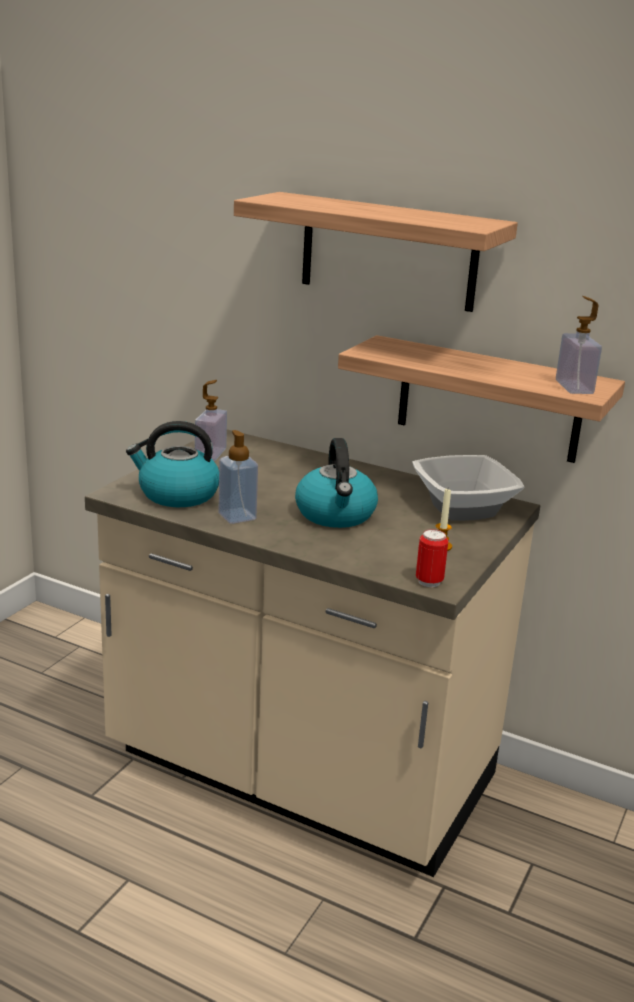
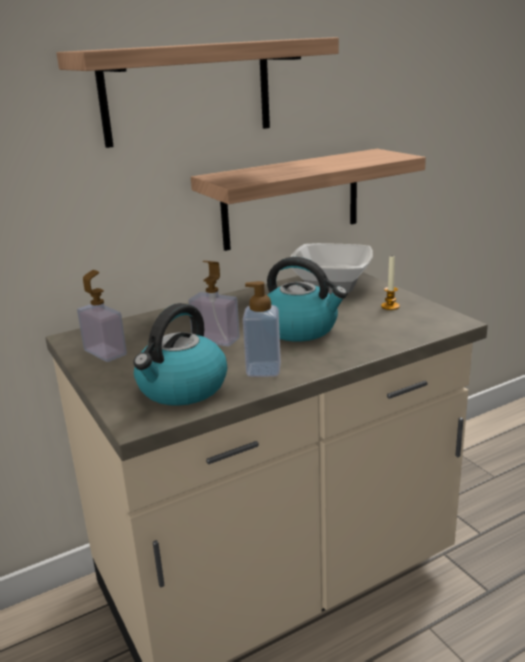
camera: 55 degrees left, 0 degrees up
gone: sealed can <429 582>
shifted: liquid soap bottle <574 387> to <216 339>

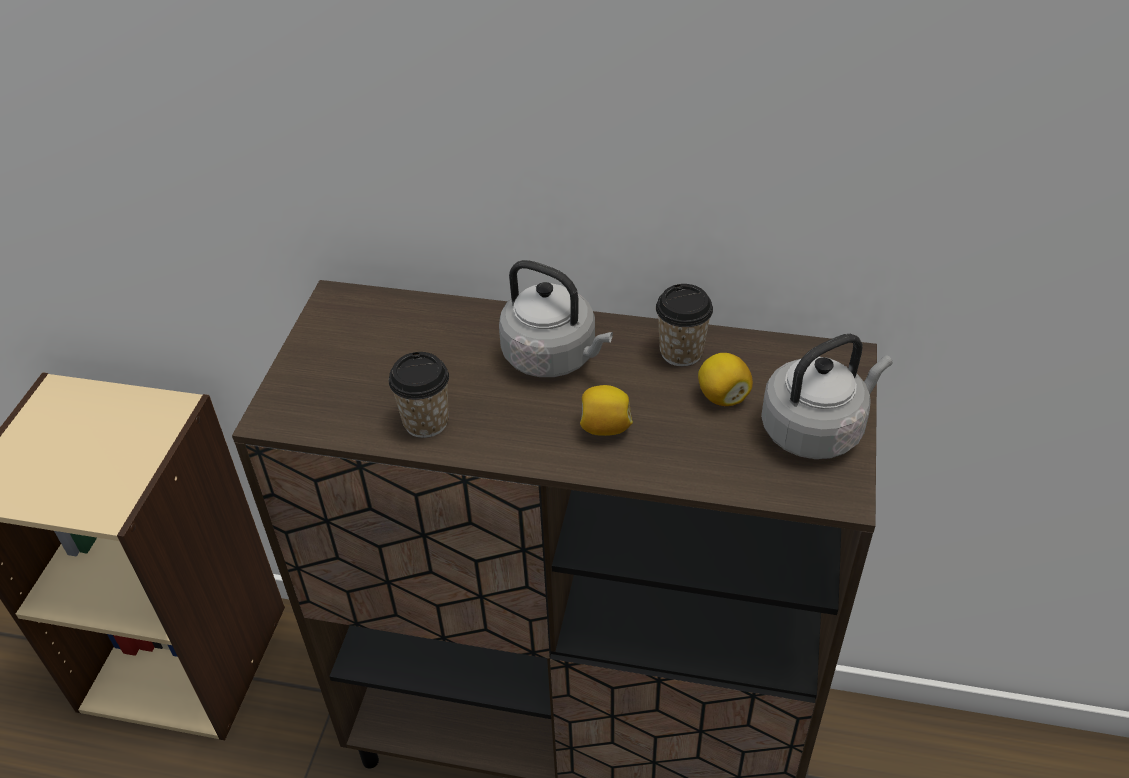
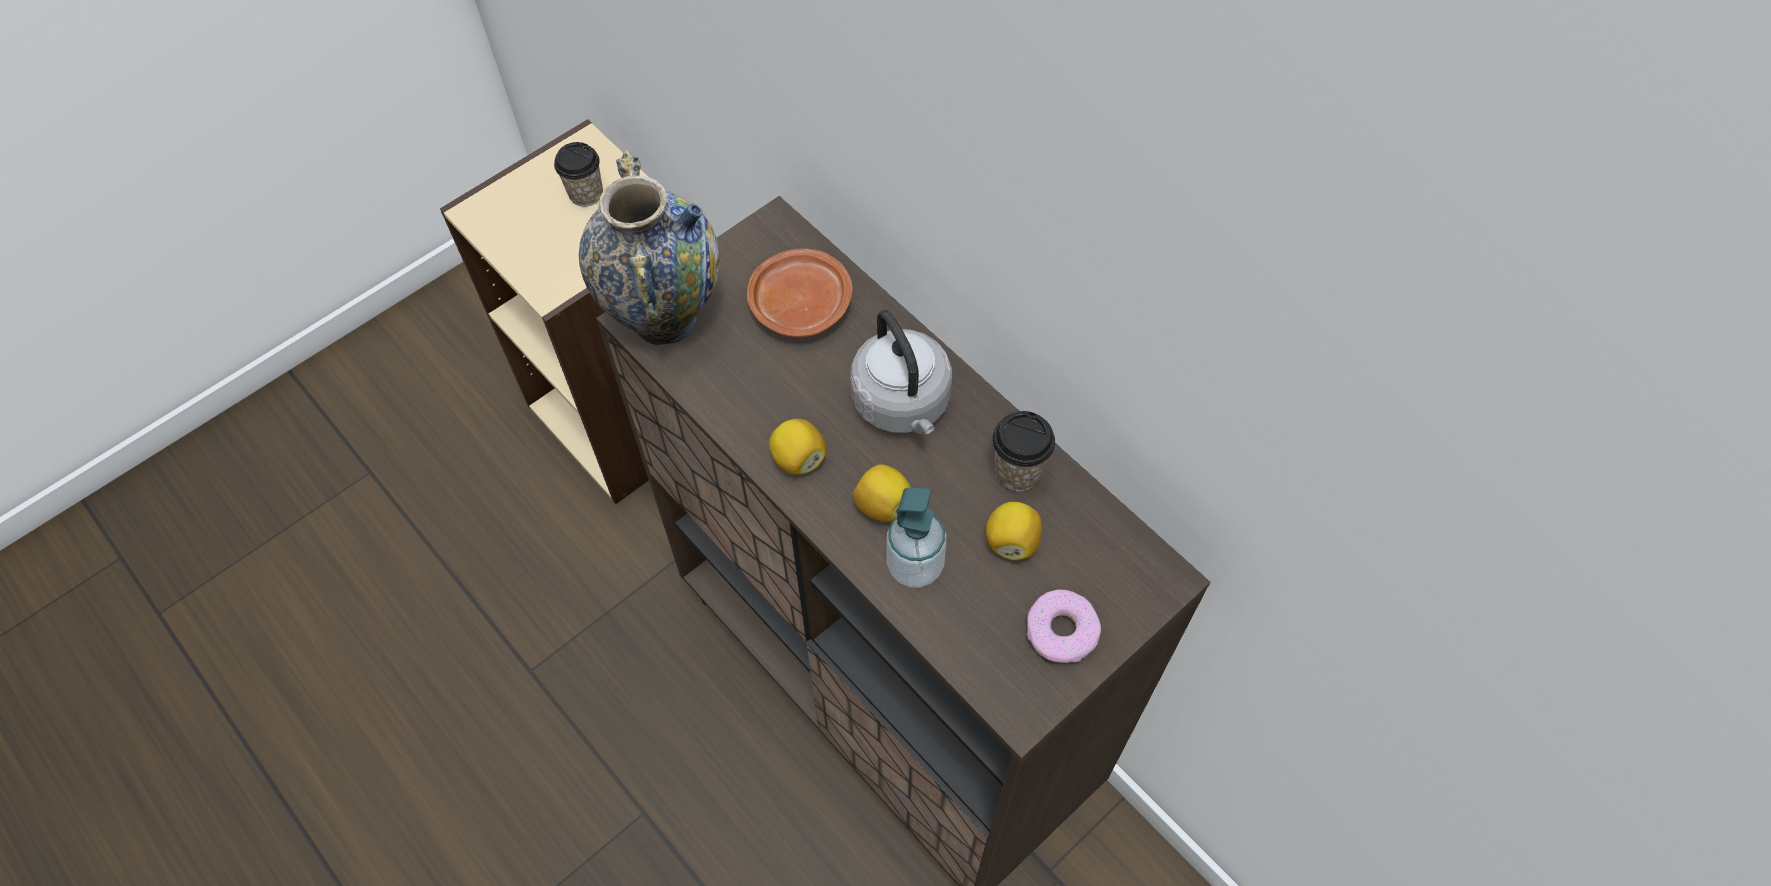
camera: 35 degrees right, 15 degrees up
new: vase <664 318>; flat dish (brown) <800 303>; citrus fruit <798 459>; liquid soap bottle <915 566>
shifted: small cup <426 422> to <586 194>
swapped: water kettle (greyish) <816 429> to donut <1062 631>

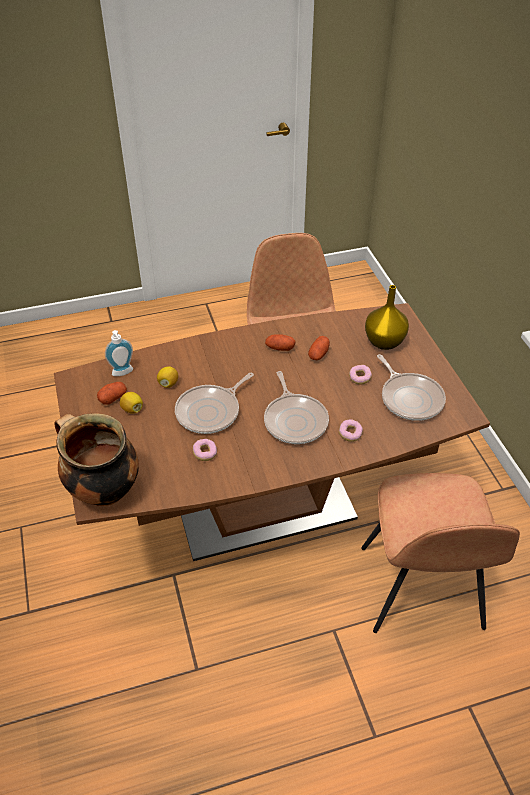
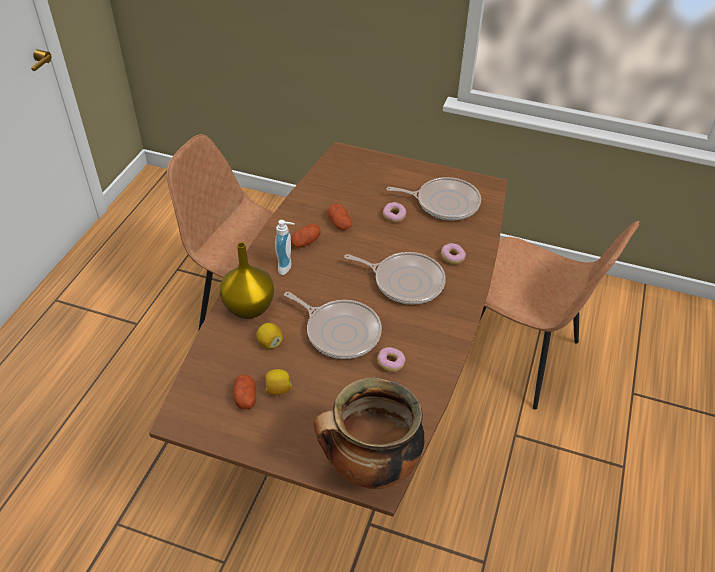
camera: 55 degrees left, 0 degrees up
shifted: vase (yellowish) <385 341> to <249 307>; liquid soap bottle <123 373> to <287 267>
rotated: pan <210 411> = <340 331> 45 degrees counterclockwise

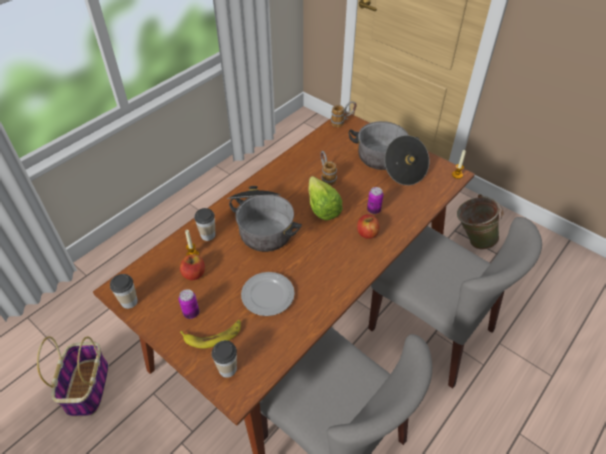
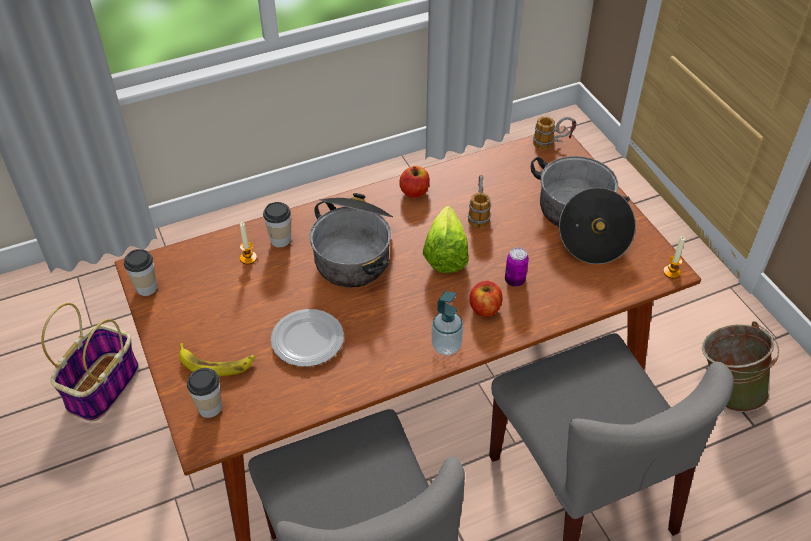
camera: 25 degrees right, 0 degrees up
gone: sealed can <191 313>
new: liquid soap bottle <446 346>
shifted: apple fruit <194 274> to <414 192>

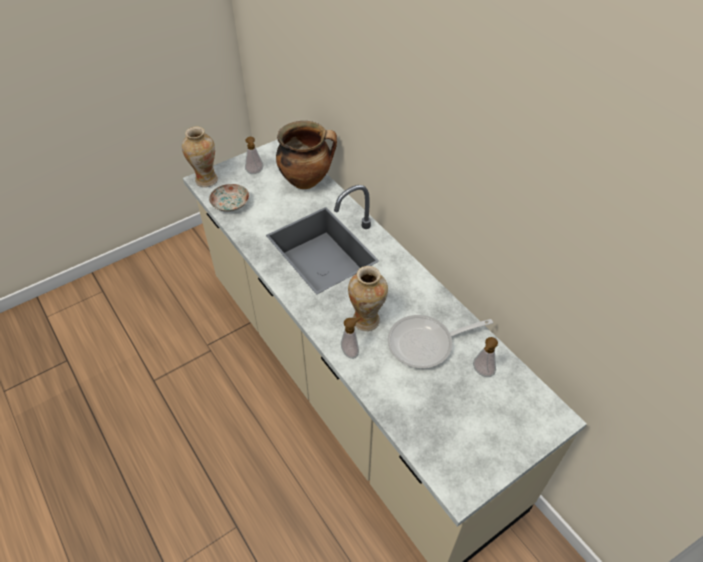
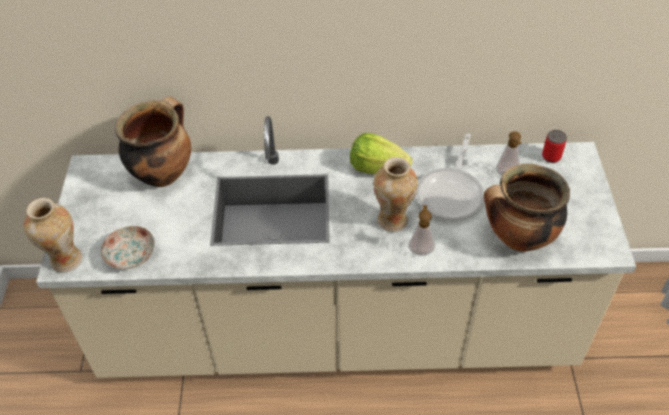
camera: 55 degrees left, 0 degrees up
gone: liquid soap bottle <255 173>
new: sealed can <551 156>; lettuce <377 167>; cooking pot <518 239>

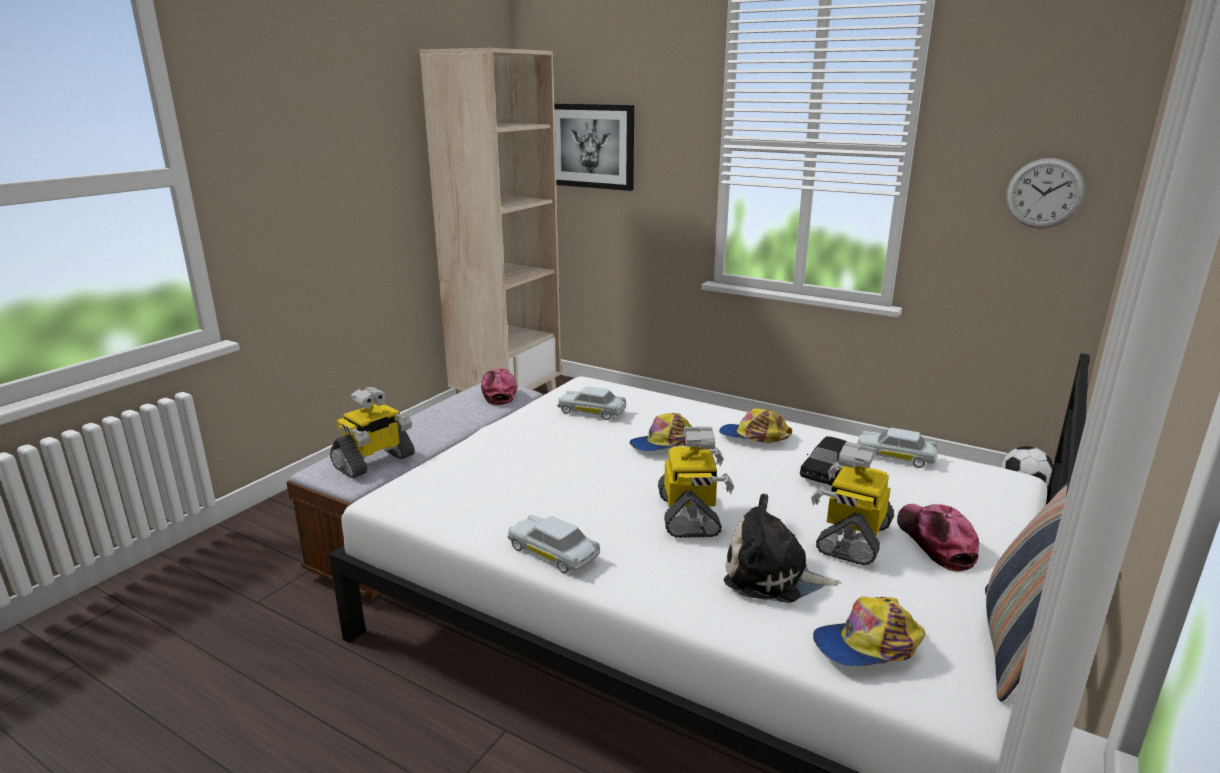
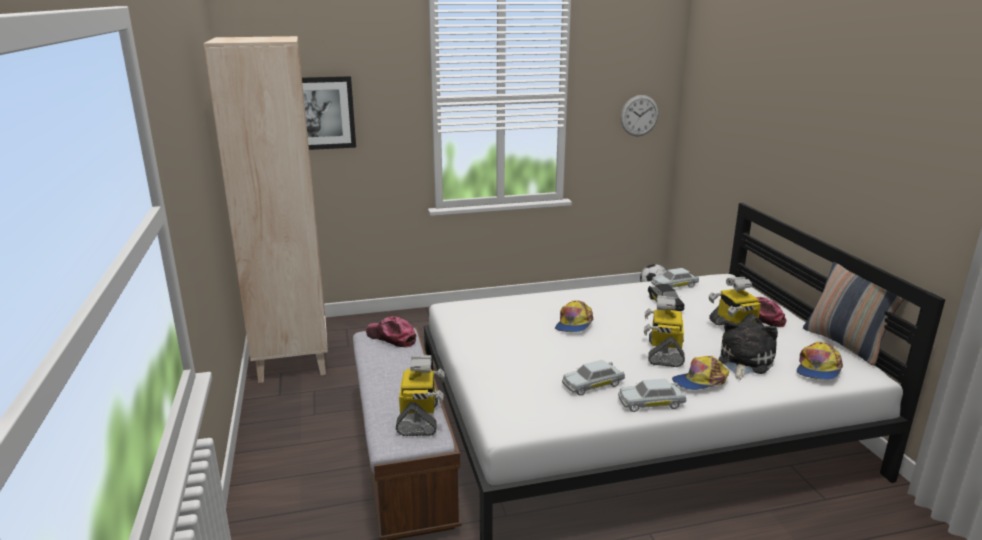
camera: 45 degrees left, 0 degrees up
shifted: model car (white) <592 412> to <593 385>; peaked cap <753 437> to <700 381>
rotated: model robot <690 515> = <664 353> 120 degrees counterclockwise; plush toy <772 576> = <744 362> 150 degrees clockwise

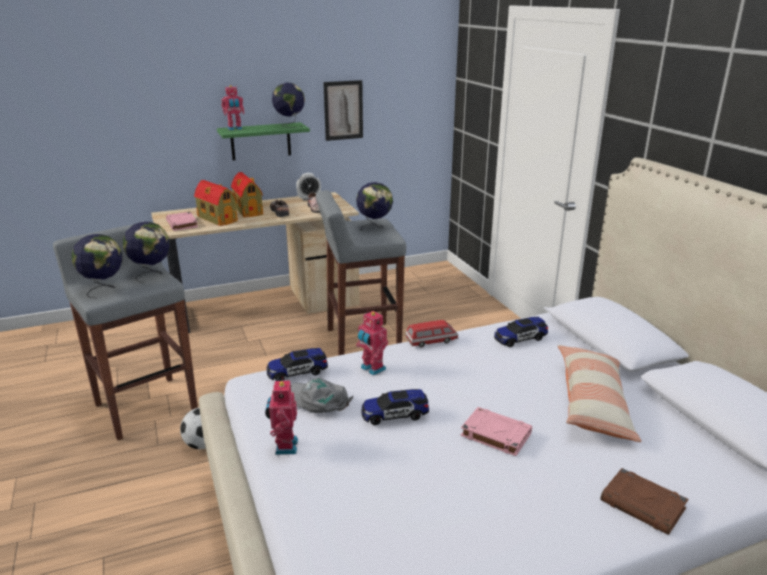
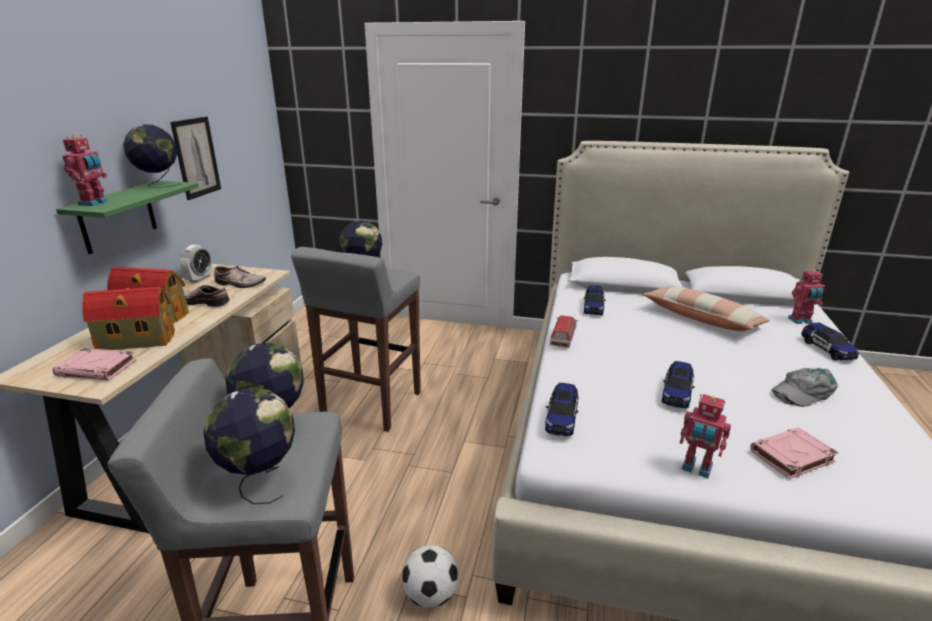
camera: 55 degrees left, 0 degrees up
shifted: model robot <372 369> to <800 321>; peaked cap (greyish) <318 400> to <802 391>; volume (pink) <495 434> to <791 457>
swapped: volume (brown) <643 505> to model car <827 349>

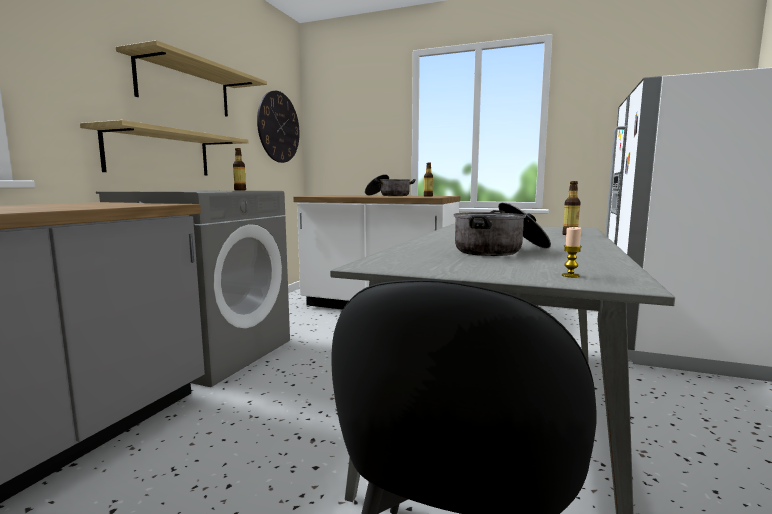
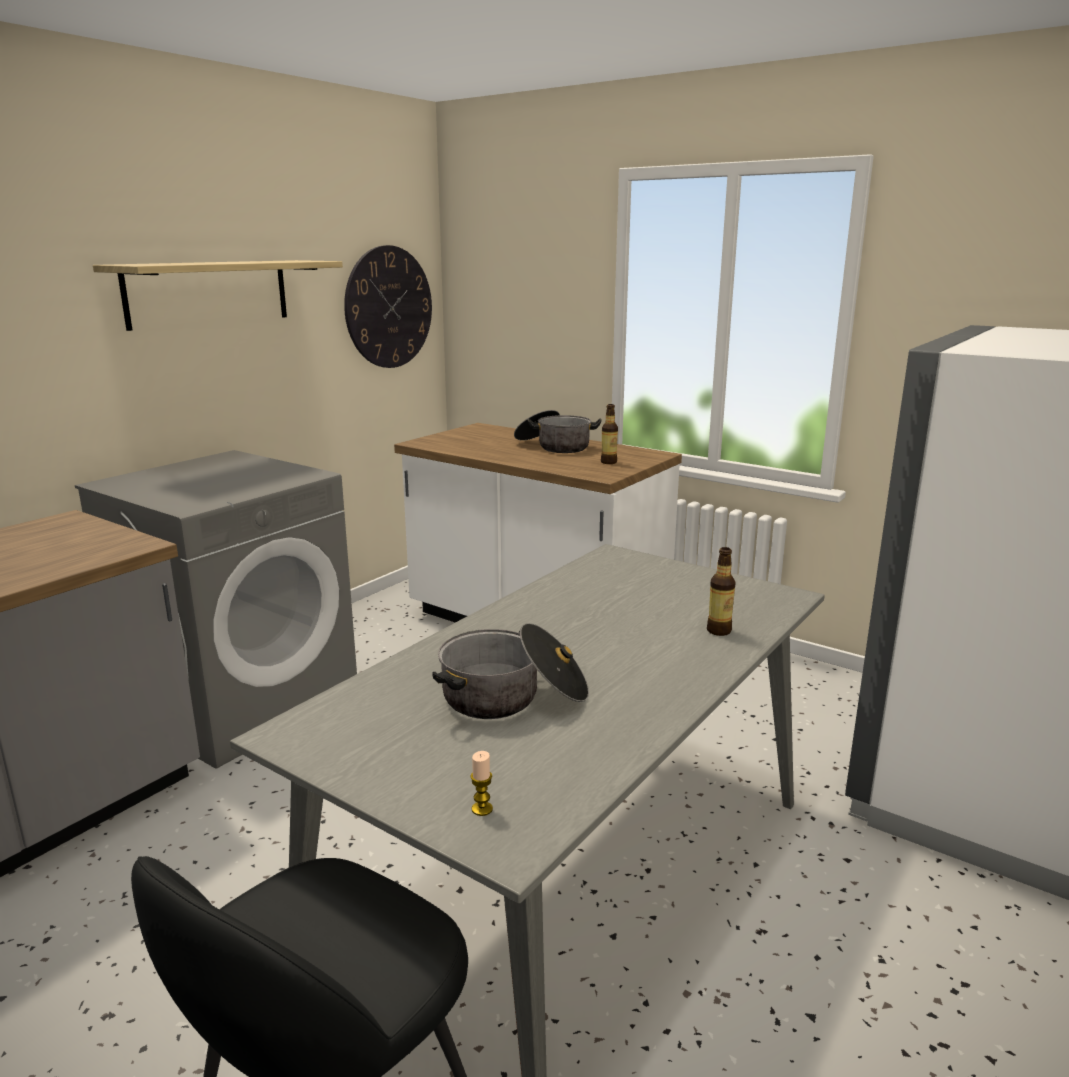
camera: 15 degrees right, 10 degrees up
gone: bracket shelf <159 153>; beverage bottle <240 190>

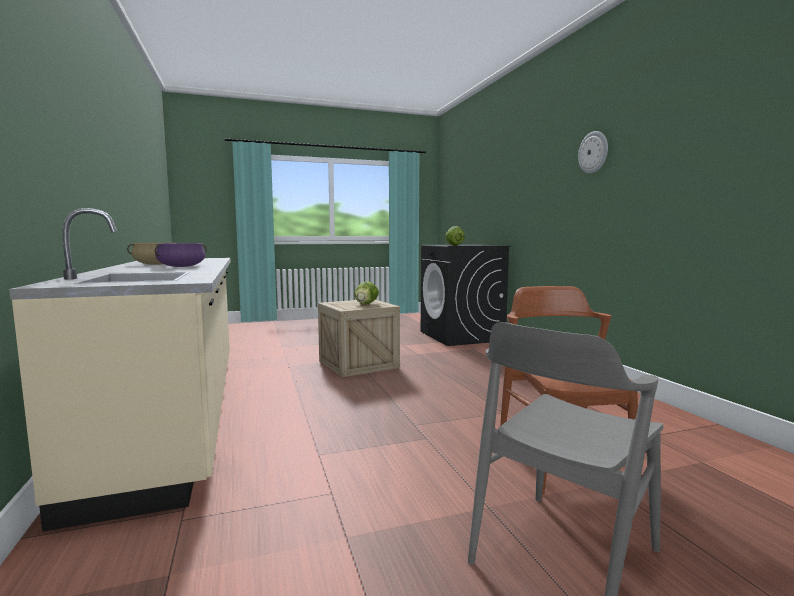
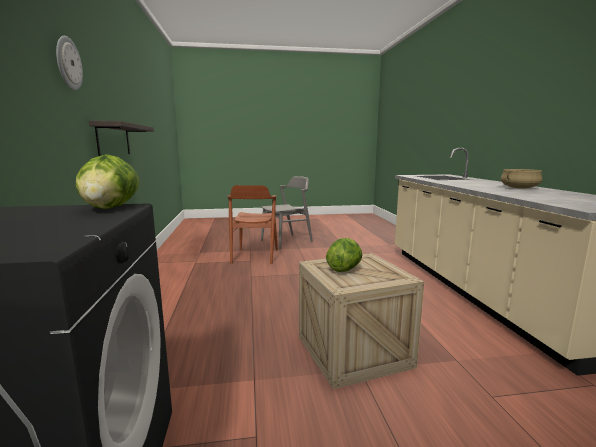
camera: 170 degrees left, 5 degrees up
gone: cooking pot (purple-coloured) <181 267>
new: bracket shelf <113 139>

